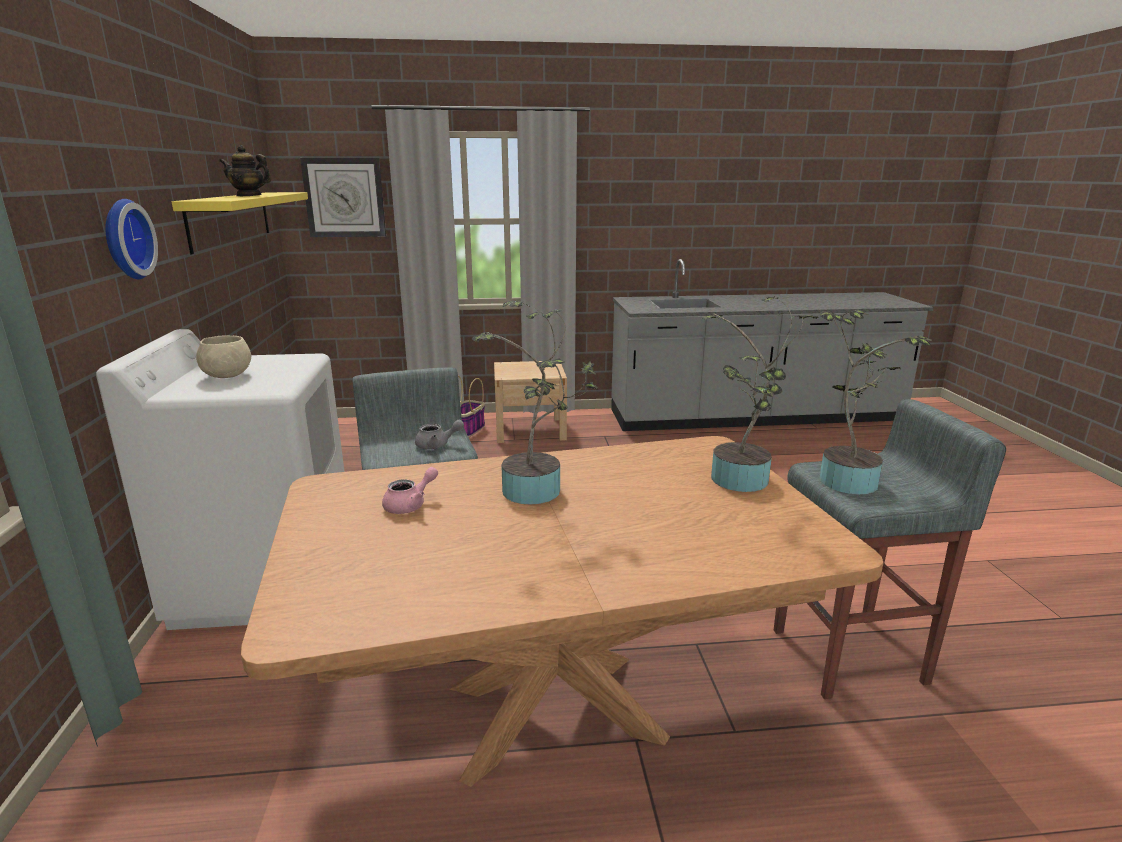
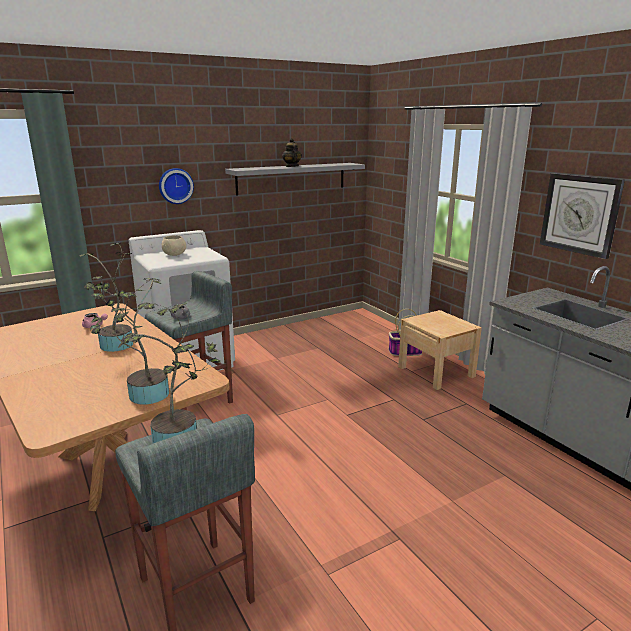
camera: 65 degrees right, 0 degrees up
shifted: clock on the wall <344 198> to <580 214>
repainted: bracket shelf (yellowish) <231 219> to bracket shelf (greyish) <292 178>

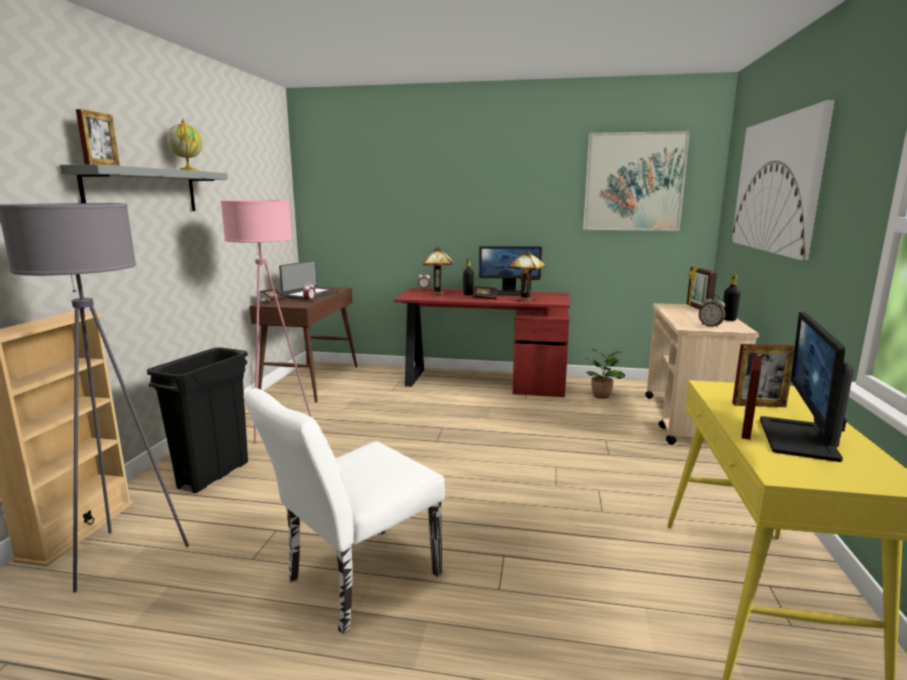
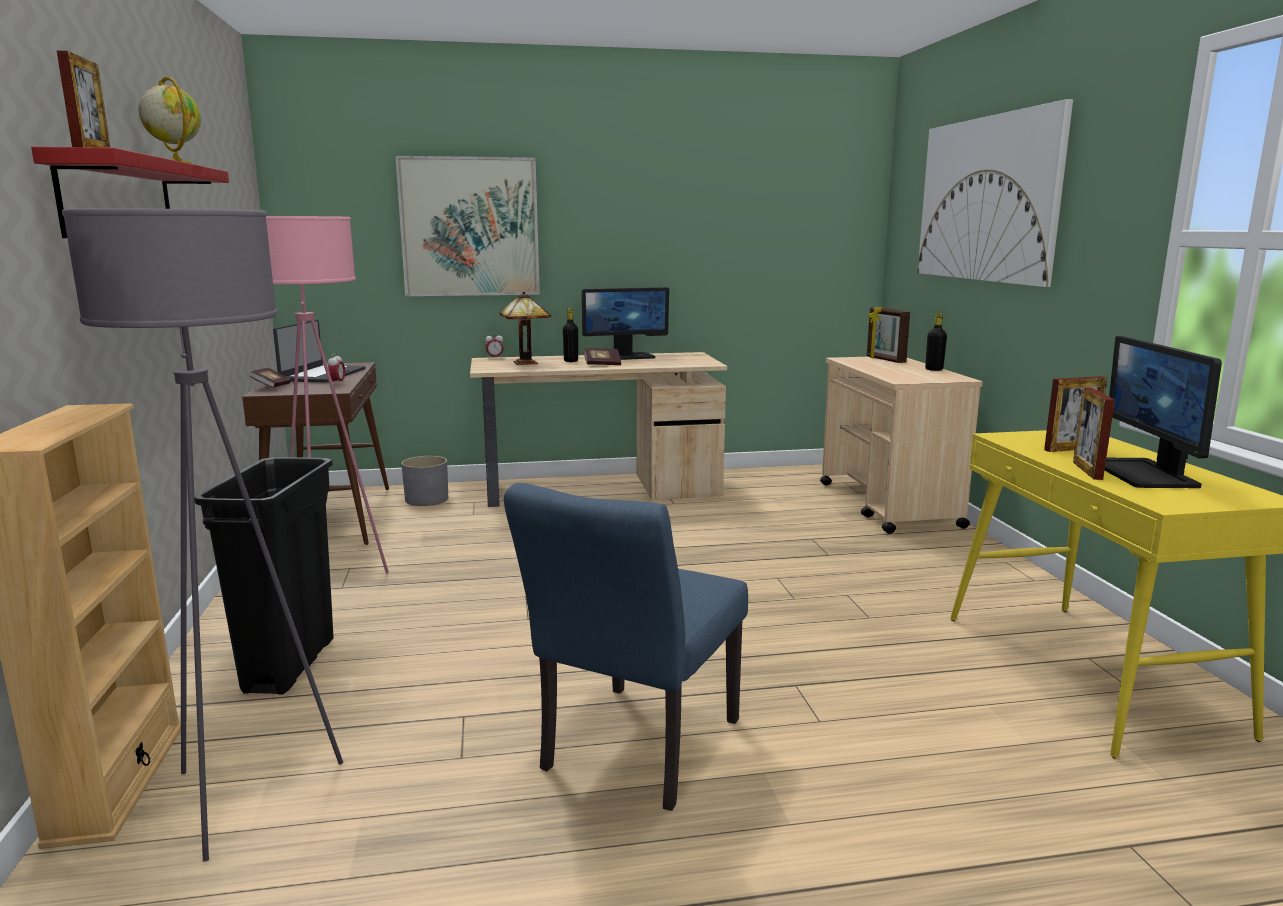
camera: 20 degrees left, 0 degrees up
gone: table lamp <525 300>; bedside clock <710 326>; houseplant <602 396>
new: plant pot (greyish) <426 499>
shifted: wall art <633 182> to <470 227>
repainted: bracket shelf (greyish) <143 191> to bracket shelf (reddish) <119 199>; desk unit (reddish) <482 381> to desk unit (sand-coloured) <597 488>; plain chair (white) <354 582> to plain chair (bluish) <633 752>

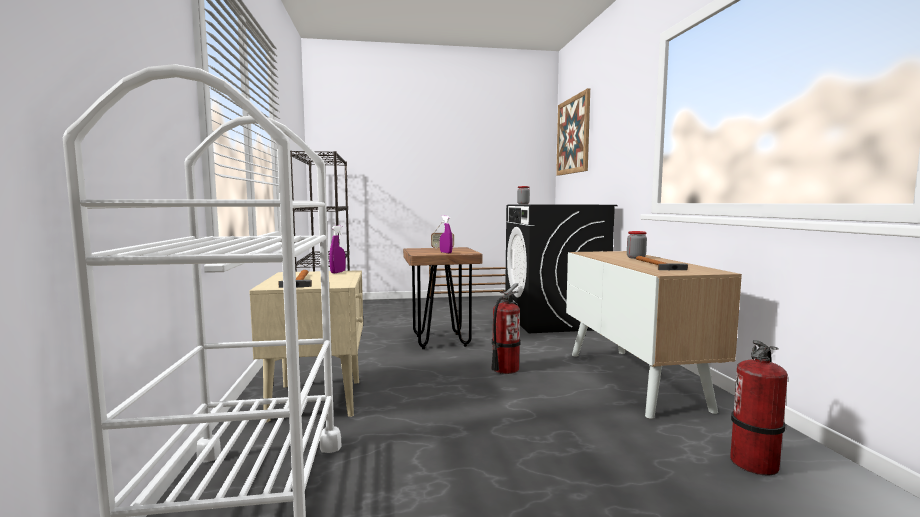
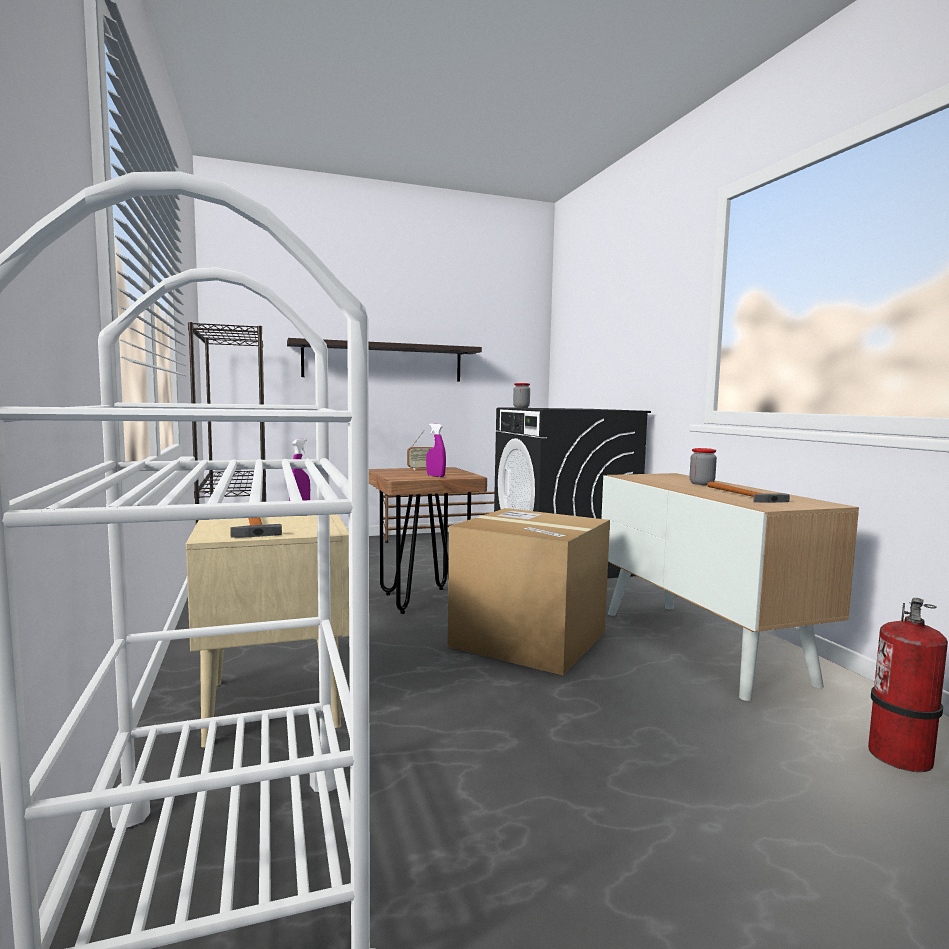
camera: 10 degrees left, 0 degrees up
gone: wall art <573 135>
new: bracket shelf <383 362>
swapped: fire extinguisher <505 369> to carton <529 639>

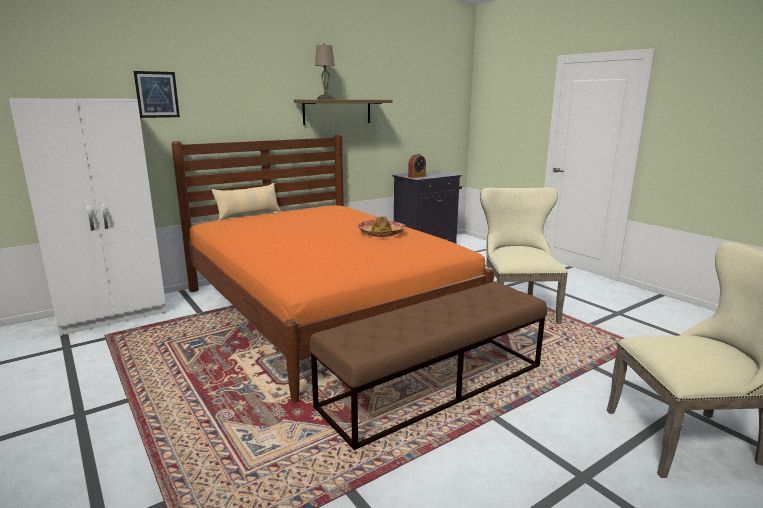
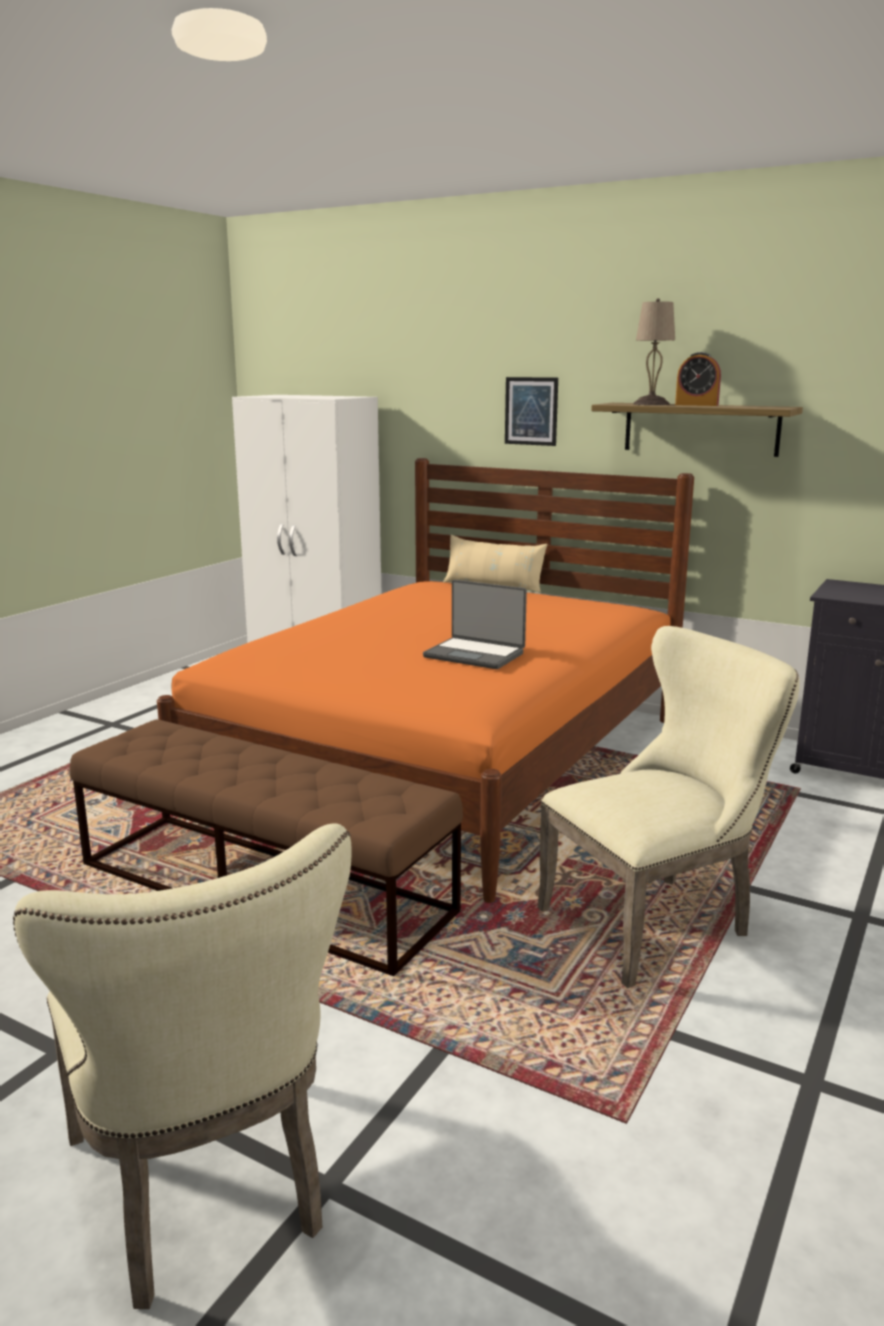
camera: 65 degrees right, 0 degrees up
shifted: wall art <157 94> to <531 411>; bedside clock <416 176> to <696 405>
swapped: hat <381 233> to portable computer <475 654>

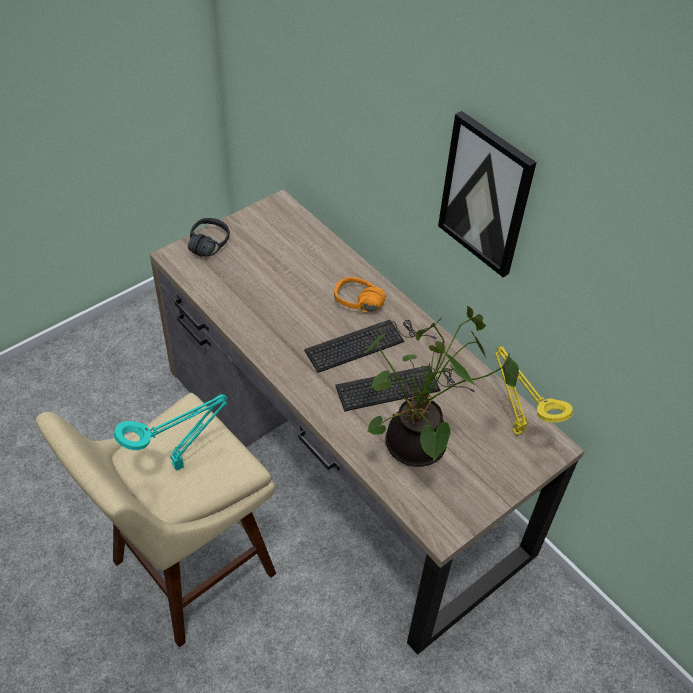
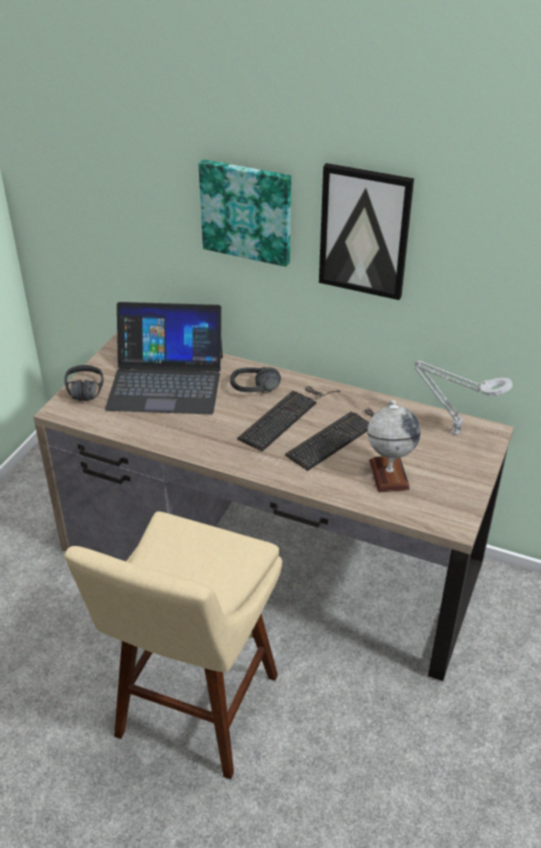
camera: 25 degrees left, 10 degrees down
gone: table lamp (turquoise-coloured) <181 464>
new: wall art <247 211>; portable computer <166 382>
swapped: houseplant <417 449> to desk globe <388 474>
repainted: headphones (orange) <355 307> to headphones (blackish) <256 392>; table lamp (yellowish) <515 429> to table lamp (greyish) <452 431>

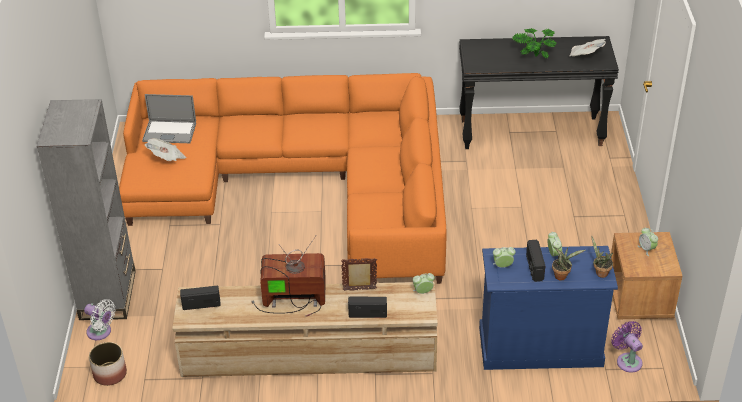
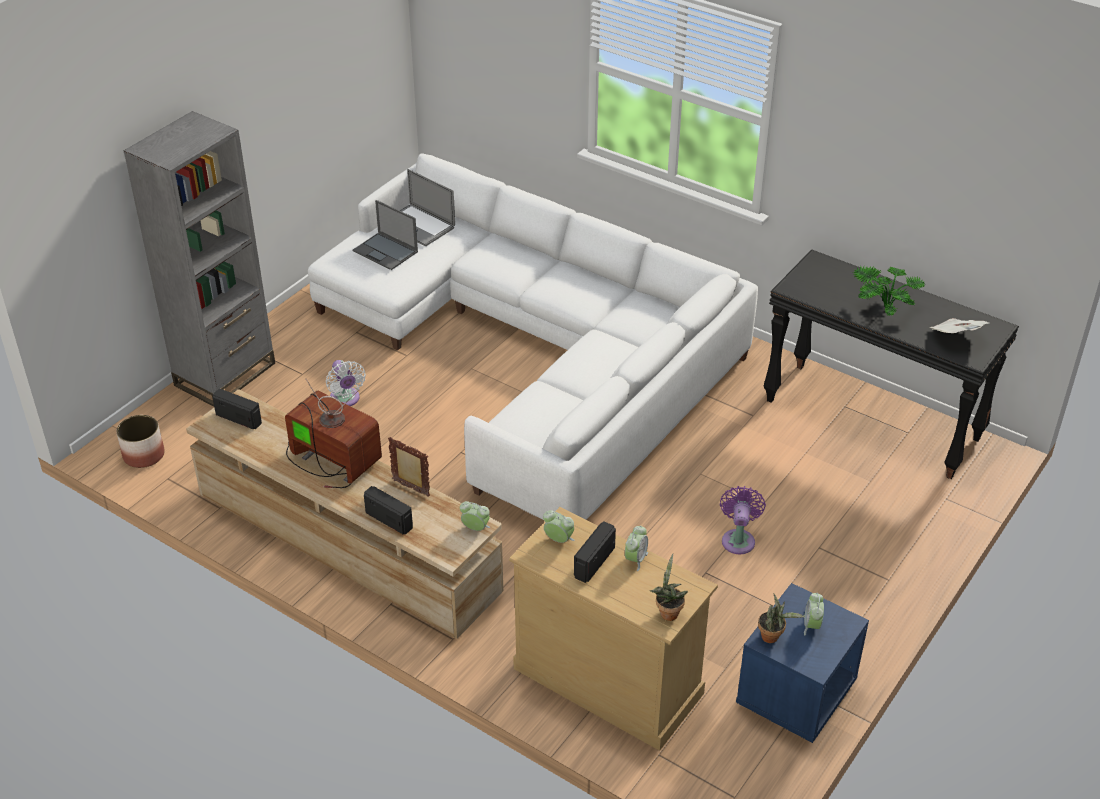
camera: 35 degrees right, 0 degrees up
shifted: houseplant <562 275> to <772 637>; cooling fan (white) <101 332> to <345 400>; cooling fan (purple-coloured) <627 360> to <738 539>
swapped: printed paper <167 158> to portable computer <386 251>
repainted: couch (orange) <303 183> to couch (white) <538 353>; bedside table (brown) <640 299> to bedside table (bluish) <796 695>; dresser (bluish) <540 346> to dresser (sand-coloured) <608 680>

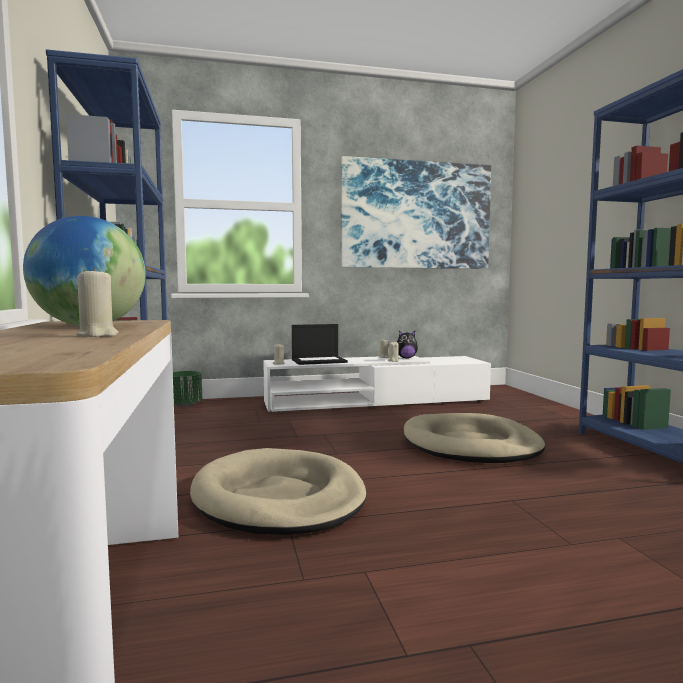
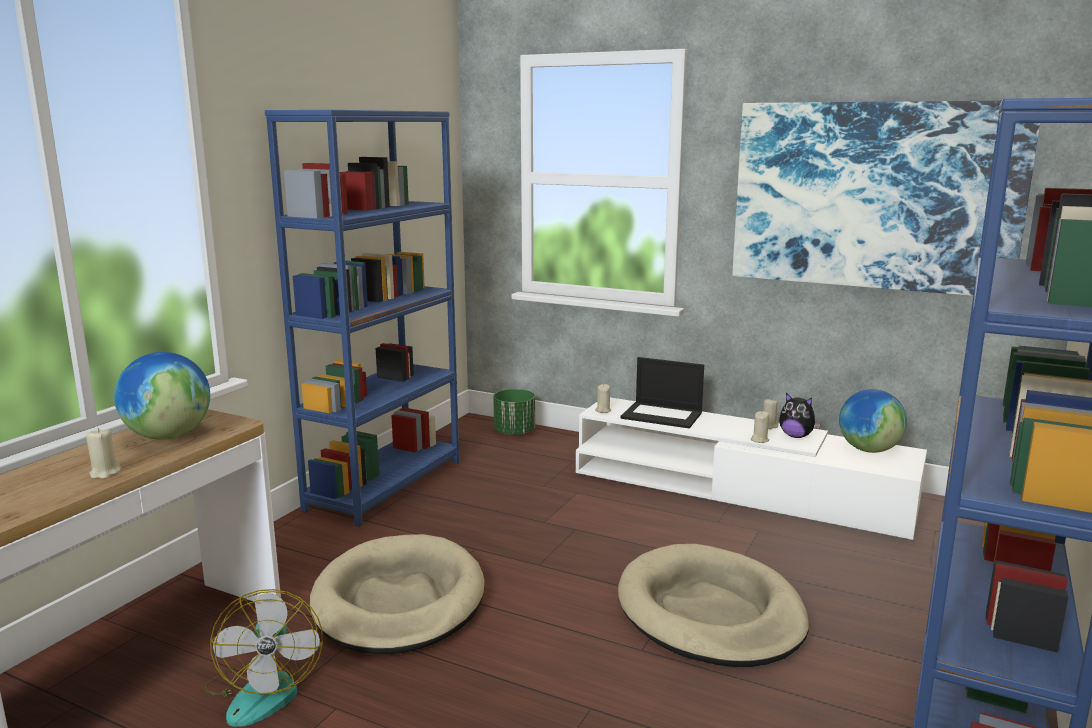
camera: 40 degrees right, 10 degrees up
new: desk globe <869 450>; cooling fan <264 690>

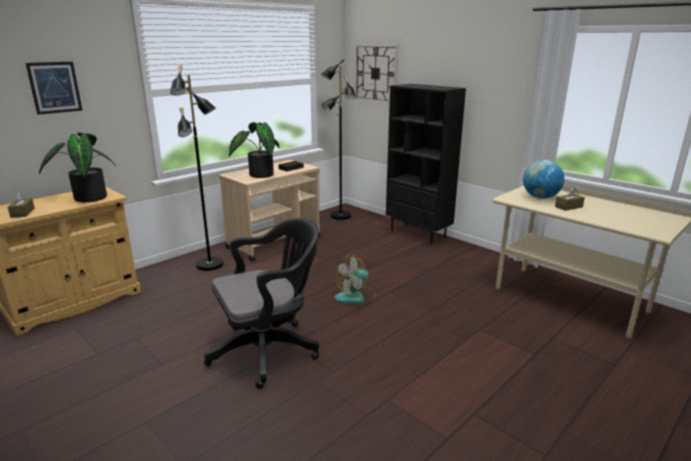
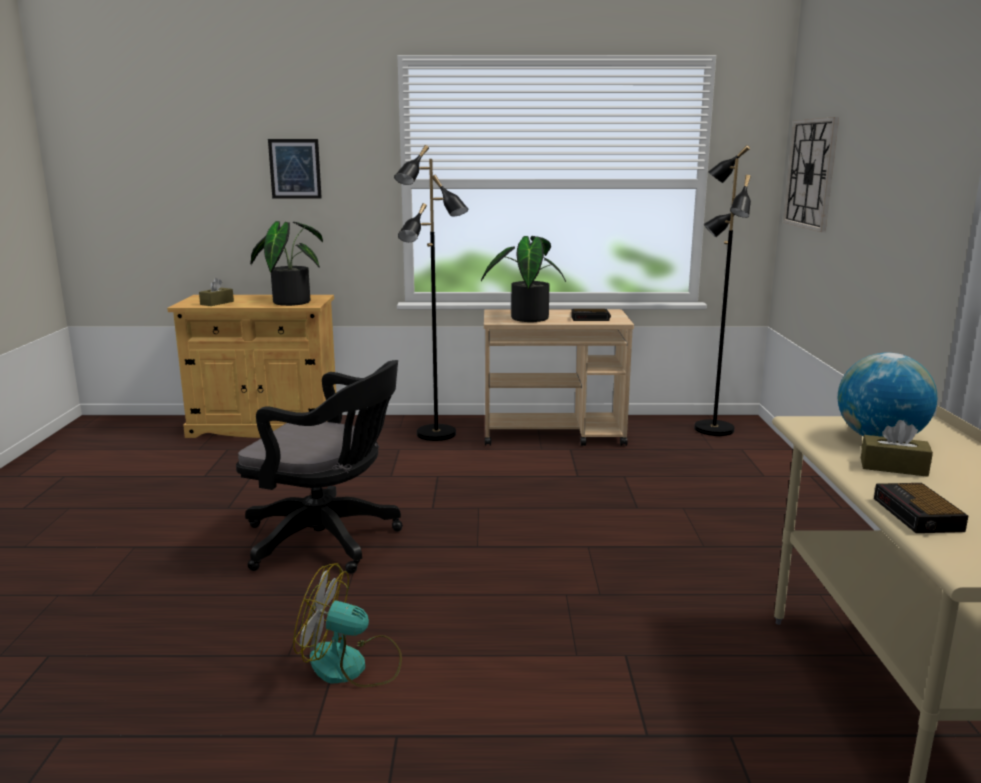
camera: 45 degrees right, 5 degrees down
gone: shelving unit (blackish) <418 234>
new: bedside clock <918 515>
shifted: cooling fan <356 296> to <351 666>

